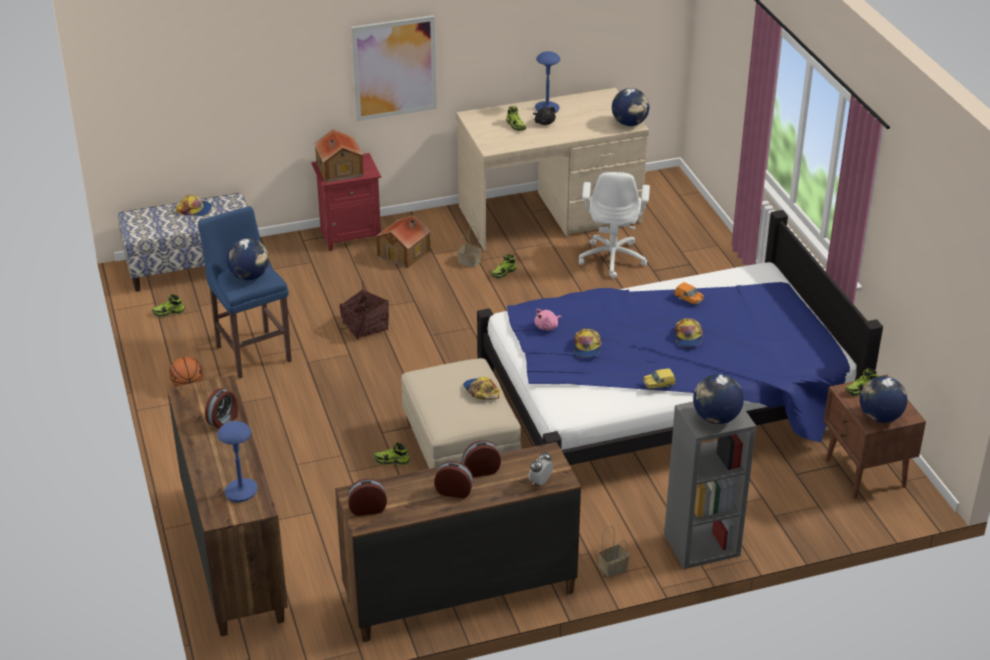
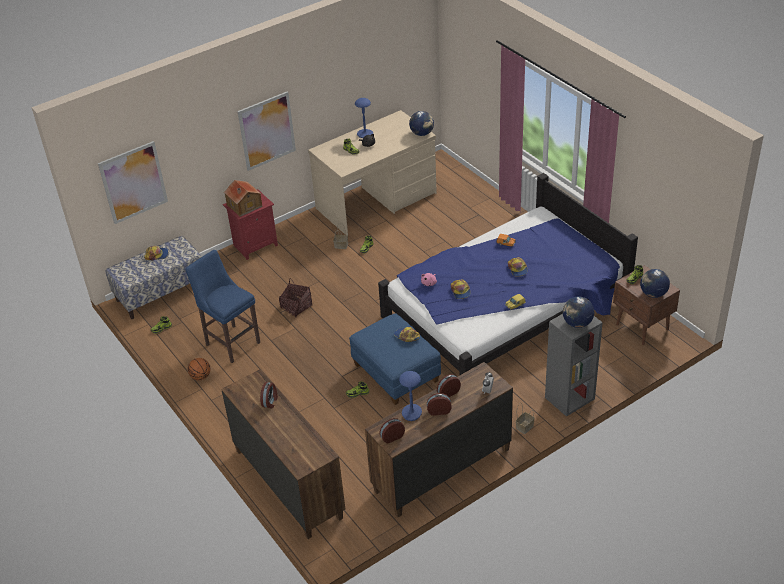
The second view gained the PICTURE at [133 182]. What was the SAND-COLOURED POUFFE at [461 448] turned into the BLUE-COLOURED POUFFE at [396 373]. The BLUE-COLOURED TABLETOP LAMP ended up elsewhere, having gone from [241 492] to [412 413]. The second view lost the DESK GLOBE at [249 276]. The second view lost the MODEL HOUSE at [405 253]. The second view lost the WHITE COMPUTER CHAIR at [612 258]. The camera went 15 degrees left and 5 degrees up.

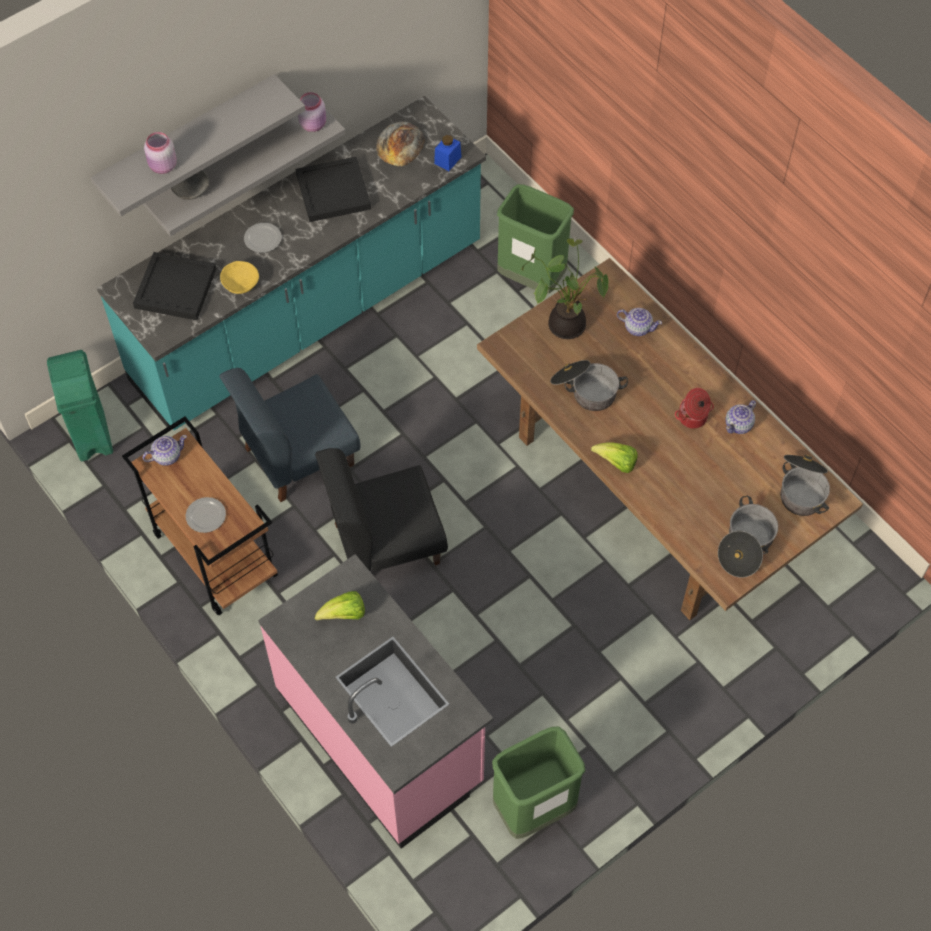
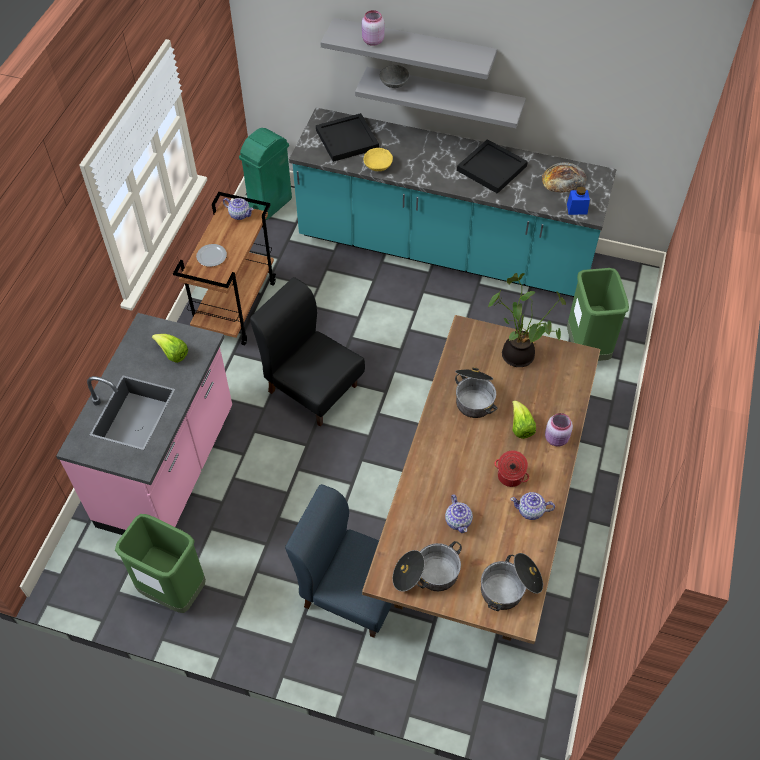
The BLUE-COLOURED CHAIR ended up elsewhere, having gone from [298 456] to [352 591]. The POT FOR TEA ended up elsewhere, having gone from [637 327] to [458 520]. The LETTUCE HEAD ended up elsewhere, having gone from [616 463] to [520 427]. The PINKISH PRESERVE JAR ended up elsewhere, having gone from [314 124] to [557 439]. The second view lost the FLAT DISH at [262 238]. The camera went 55 degrees right and 5 degrees down.

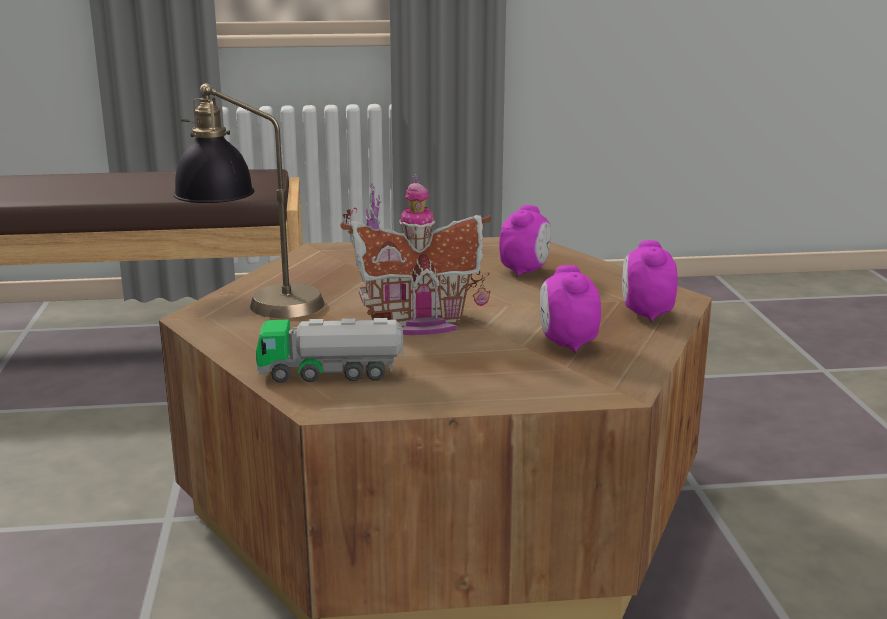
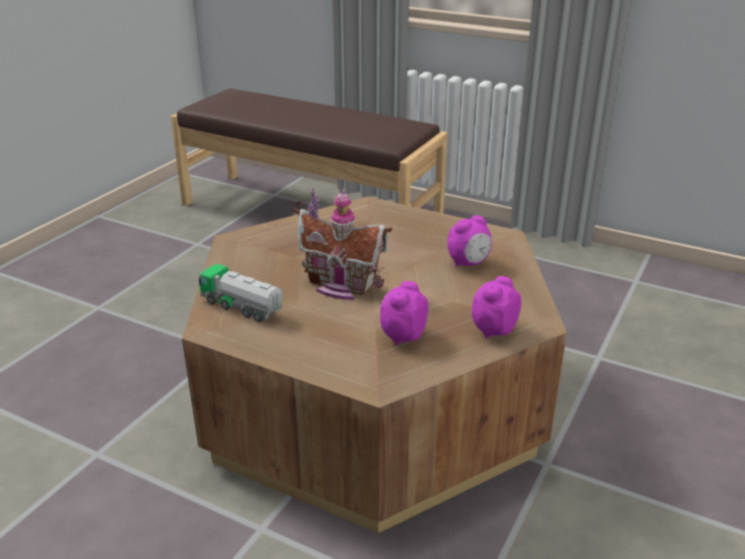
The second view lost the TABLETOP LAMP at [254 304]. The camera went 35 degrees right and 10 degrees up.

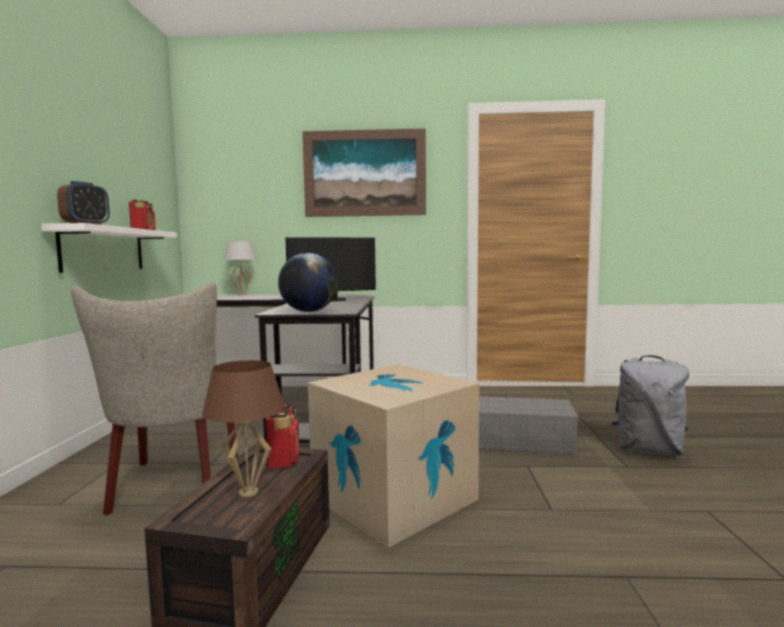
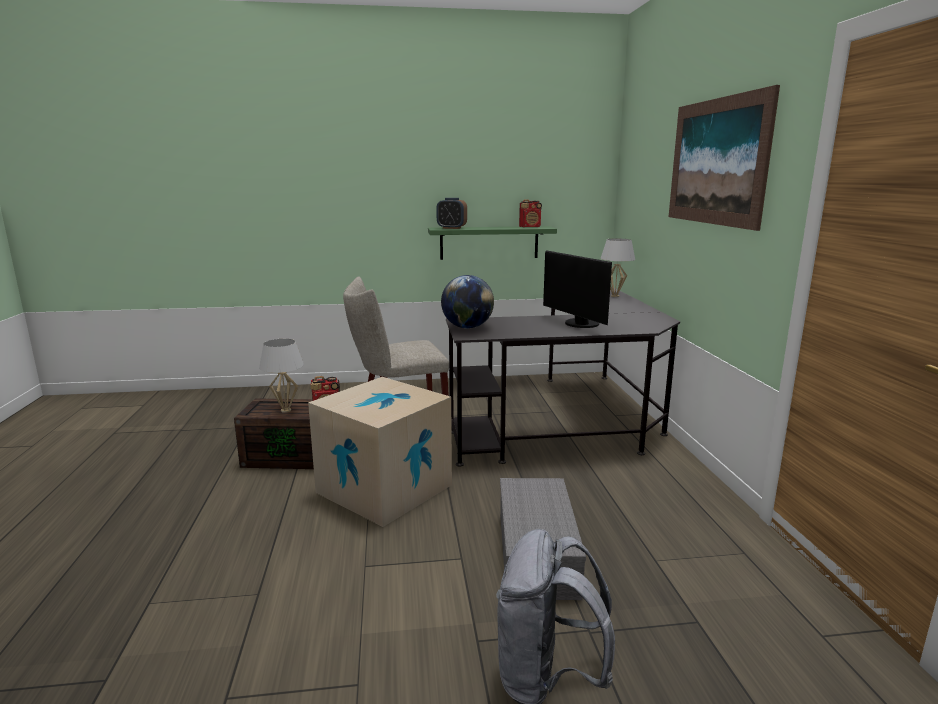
What was the BROWN-COLOURED TABLETOP LAMP at [248 492] turned into the WHITE TABLETOP LAMP at [285 410]. What was the WHITE SHELF at [103 249] turned into the GREENISH SHELF at [489 242]. The camera went 80 degrees right and 10 degrees up.

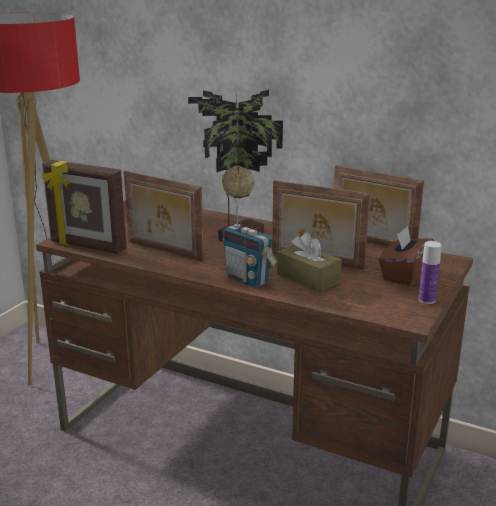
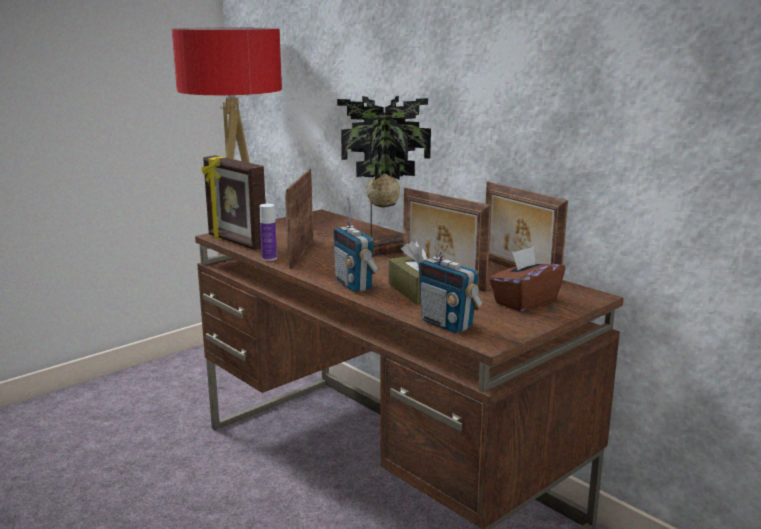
The BOTTLE ended up elsewhere, having gone from [427 300] to [269 258]. The PHOTO FRAME at [163 251] ended up facing another way, 45 degrees clockwise from before. The second view gained the RADIO RECEIVER at [447 324]. The camera went 20 degrees right and 5 degrees down.

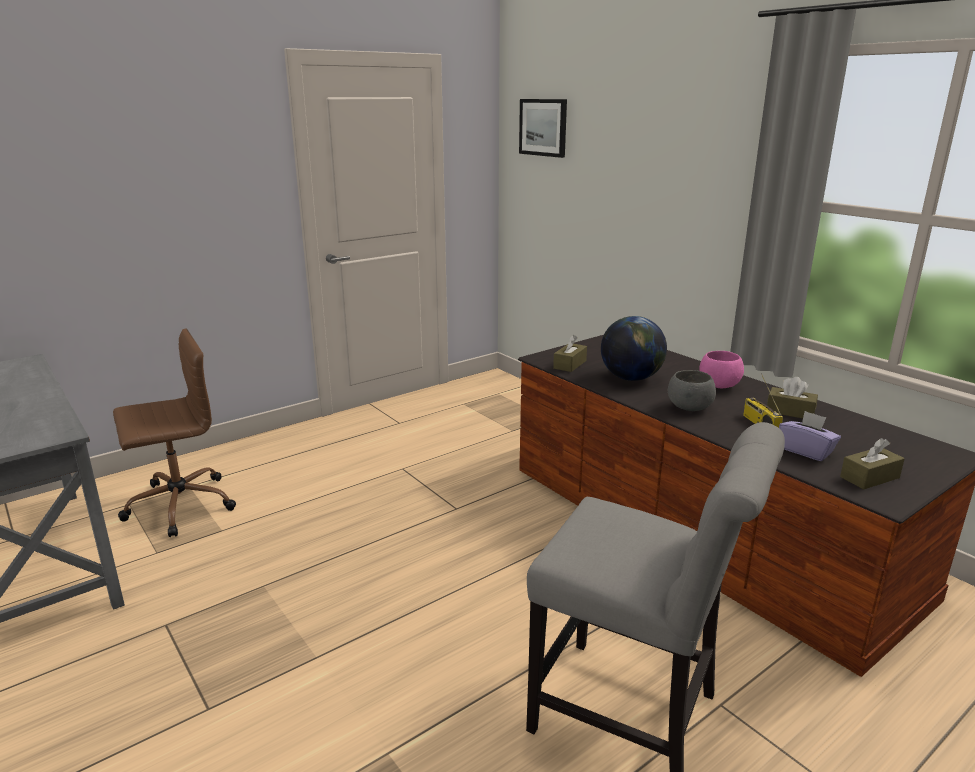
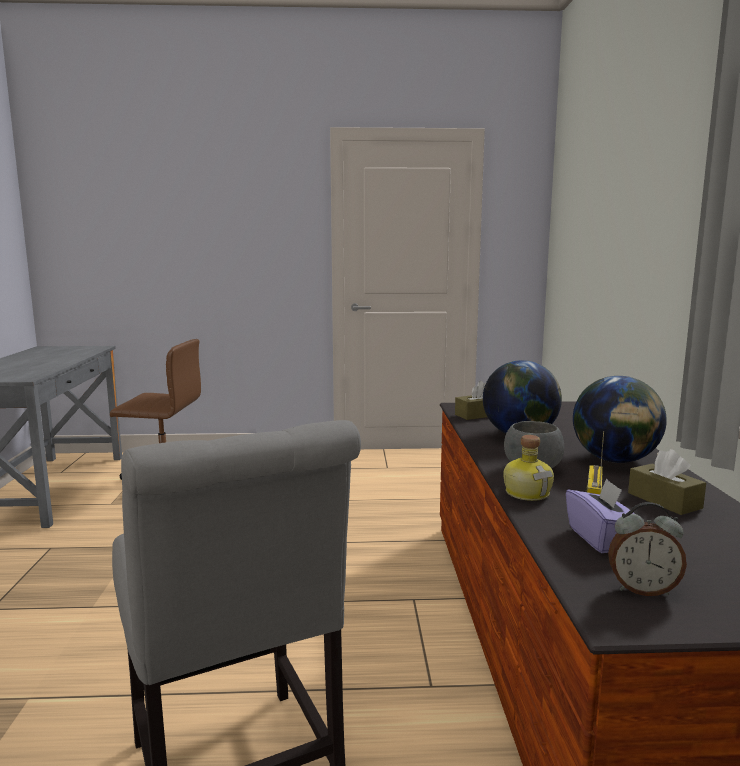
The second view gained the BOTTLE at [527 493]. Where the PINKISH BOWL stood at [719 386], the DESK GLOBE came to stand at [615 460]. Where the BROWN-COLOURED BOX OF TISSUES stood at [869 477], the TABLE CLOCK came to stand at [642 589]. The second view lost the PICTURE at [543 127]. The camera went 35 degrees right and 10 degrees down.

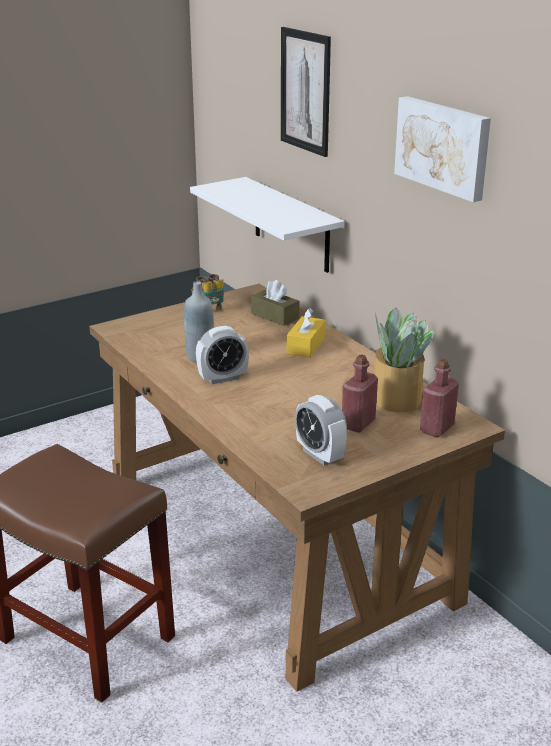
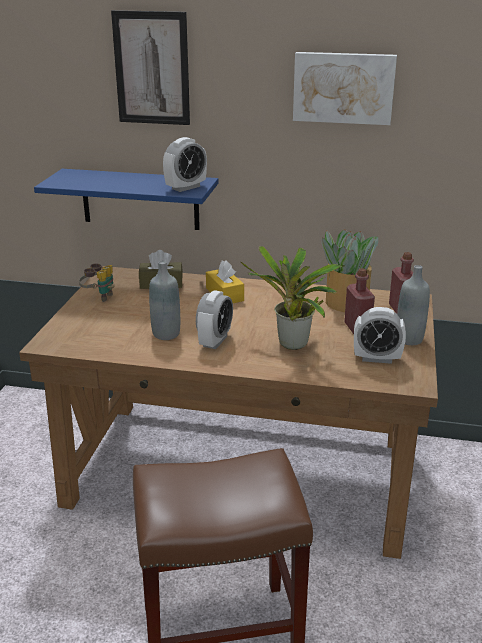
What was the WHITE SHELF at [291 225] turned into the BLUE-COLOURED SHELF at [140 199]. The second view gained the TABLE CLOCK at [186 187]. The second view gained the PLANT IN A POT at [293 346]. The second view gained the GREYISH BOTTLE at [409 339]. The camera went 45 degrees left and 0 degrees up.

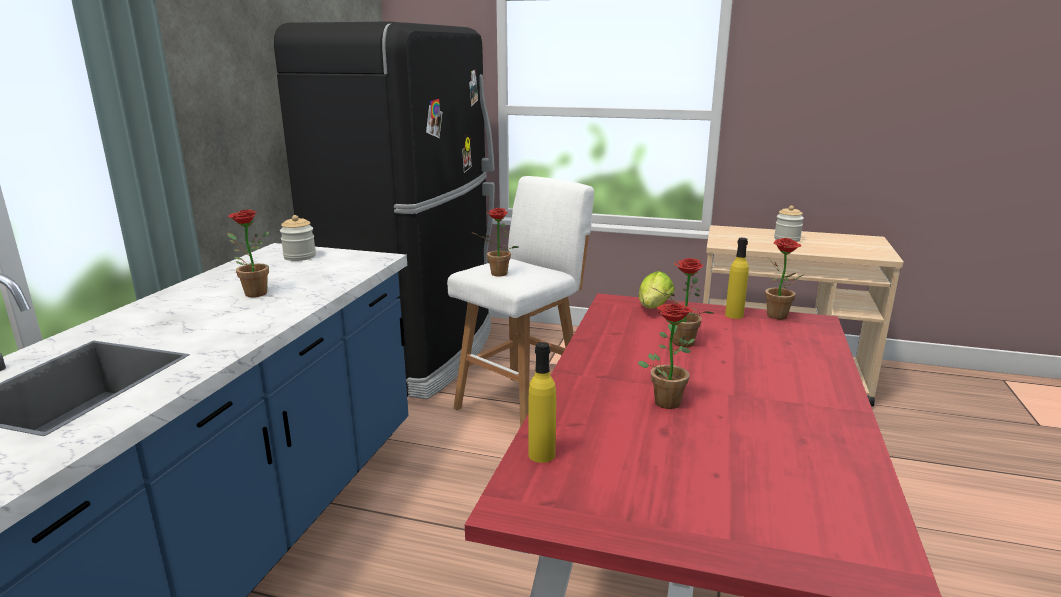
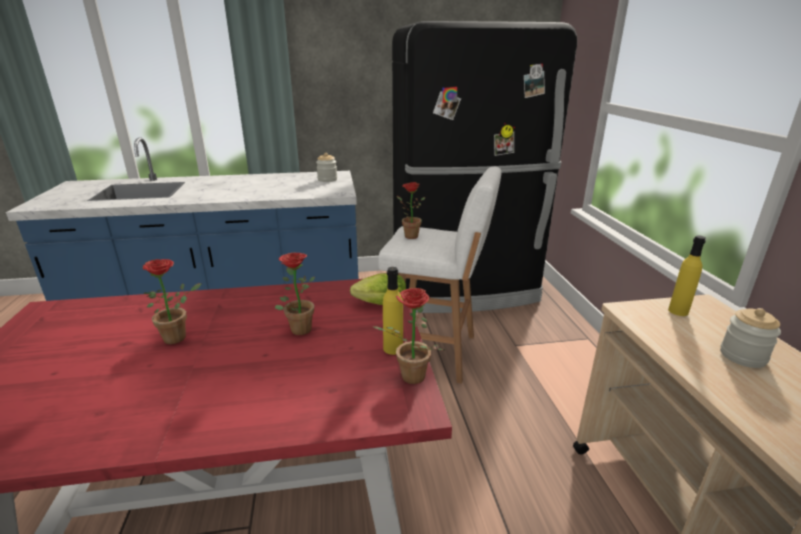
The YELLOWISH BOTTLE ended up elsewhere, having gone from [541 454] to [678 311]. The second view lost the PLANT IN A POT at [252 293]. The camera went 65 degrees right and 5 degrees up.

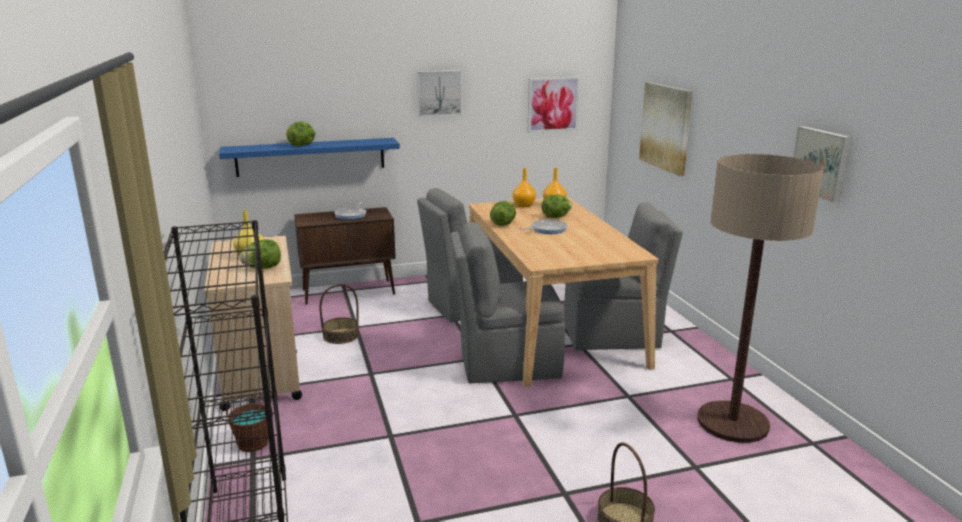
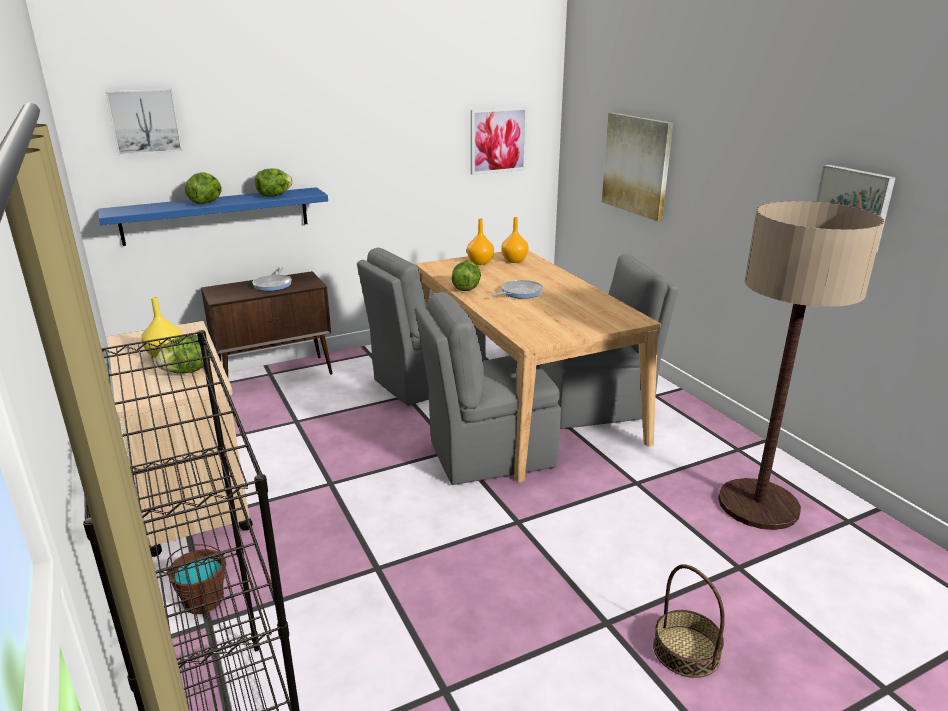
The PICTURE ended up elsewhere, having gone from [439 93] to [144 121]. The LETTUCE HEAD ended up elsewhere, having gone from [556 217] to [274 195]. The second view lost the BASKET at [341 336]. The camera went 10 degrees left and 5 degrees up.

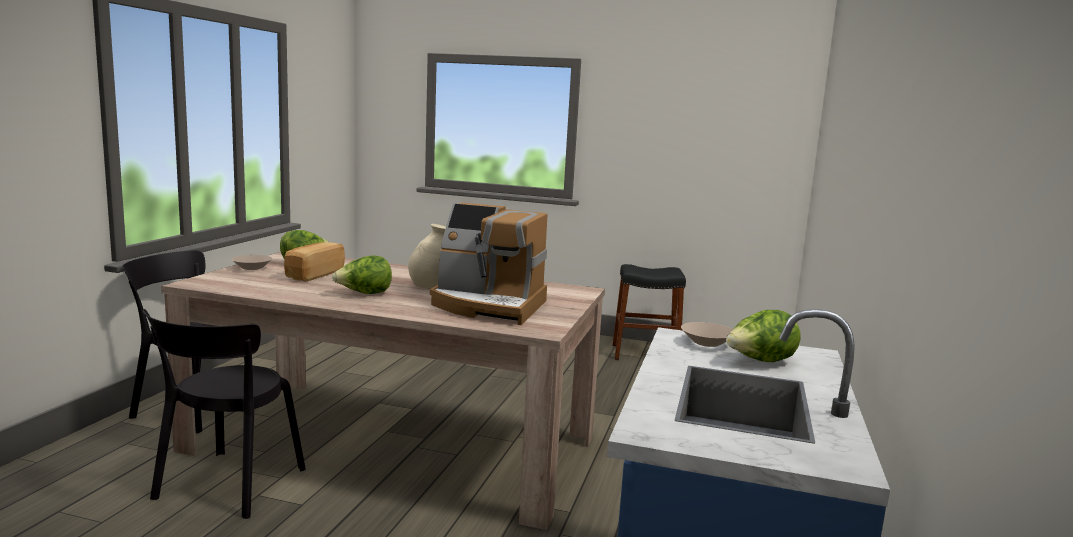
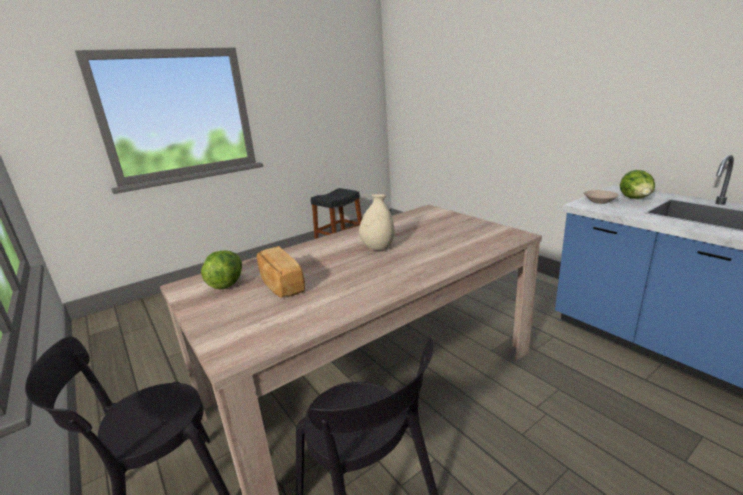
The second view lost the SAND-COLOURED BOWL at [252 268]. The second view lost the LETTUCE HEAD at [364 294]. The second view lost the COFFEE MAKER at [488 306]. The camera went 50 degrees left and 10 degrees up.

